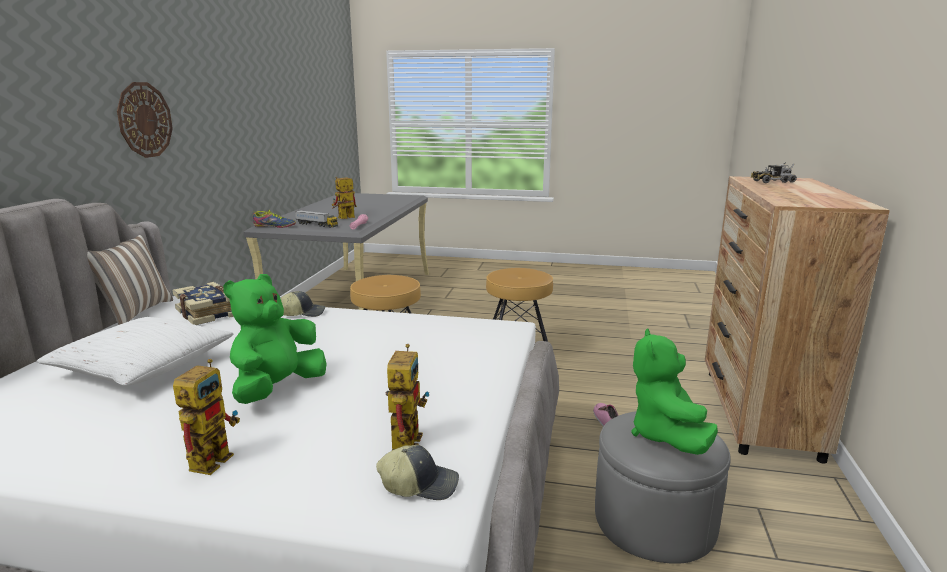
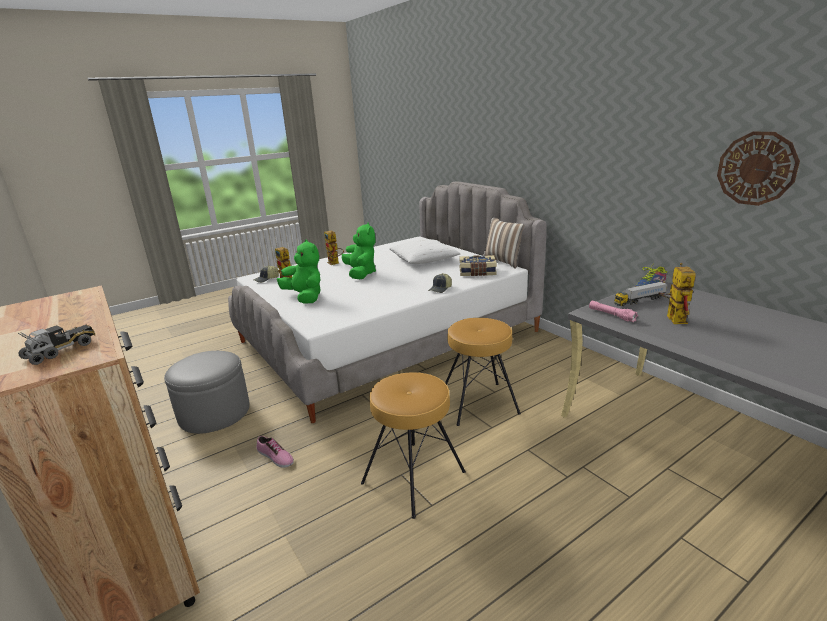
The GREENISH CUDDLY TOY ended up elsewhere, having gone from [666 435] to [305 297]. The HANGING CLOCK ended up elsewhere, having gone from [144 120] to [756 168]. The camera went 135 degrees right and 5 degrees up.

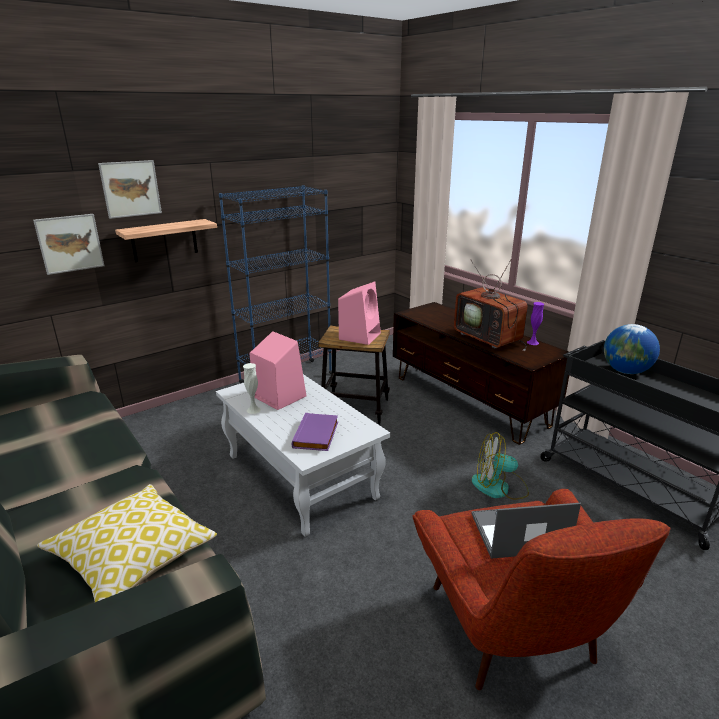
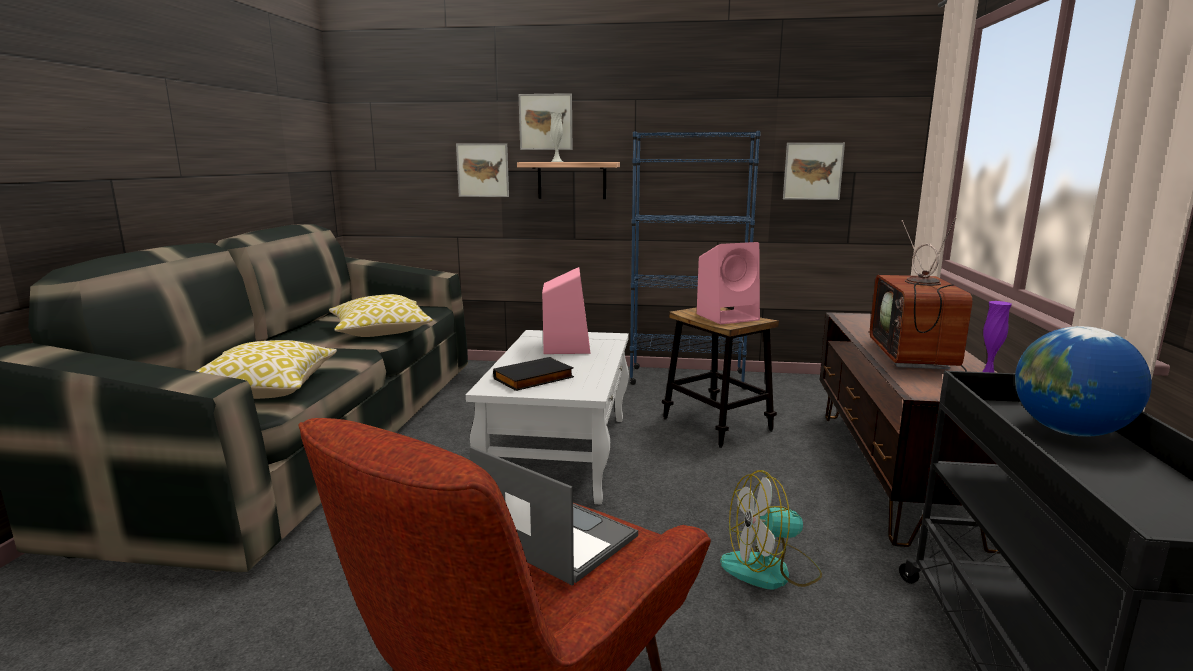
The second view gained the CUSHION at [380 331]. What was the PURPLISH VOLUME at [317 435] turned into the BLACK-COLOURED VOLUME at [534 379]. The WHITE DECORATIVE VASE ended up elsewhere, having gone from [253 410] to [557 161]. The FAN at [499 487] ended up facing another way, 60 degrees counterclockwise from before. The second view gained the PICTURE at [813 171]. The camera went 45 degrees right and 10 degrees down.

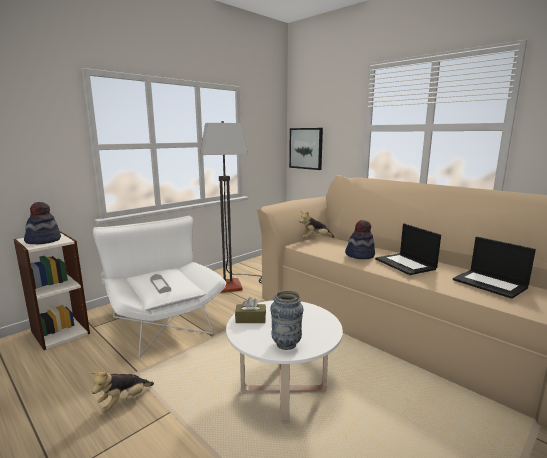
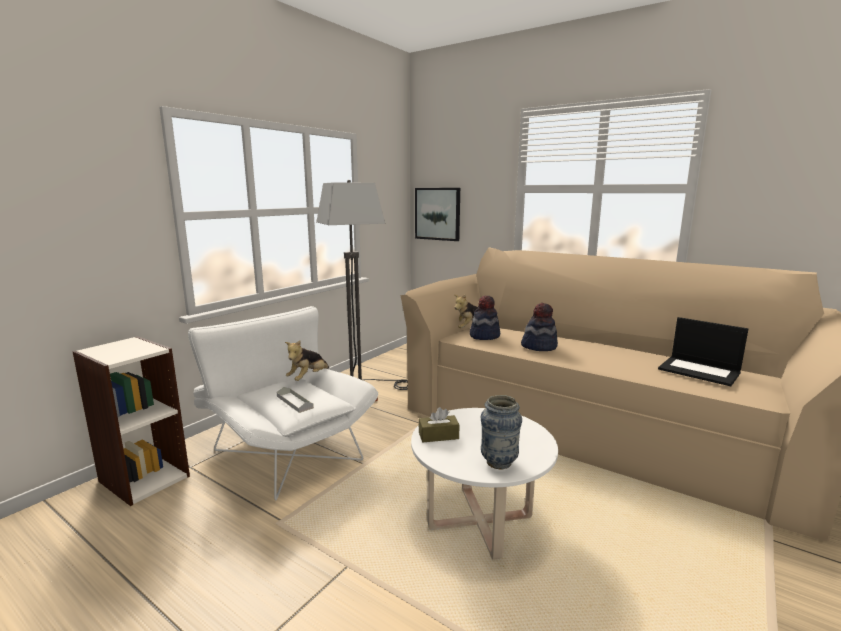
The CUDDLY TOY ended up elsewhere, having gone from [124 401] to [308 378]. The WEARABLE HAT ended up elsewhere, having gone from [43 240] to [484 336]. The second view lost the LAPTOP at [406 264]. The camera went 10 degrees left and 0 degrees up.

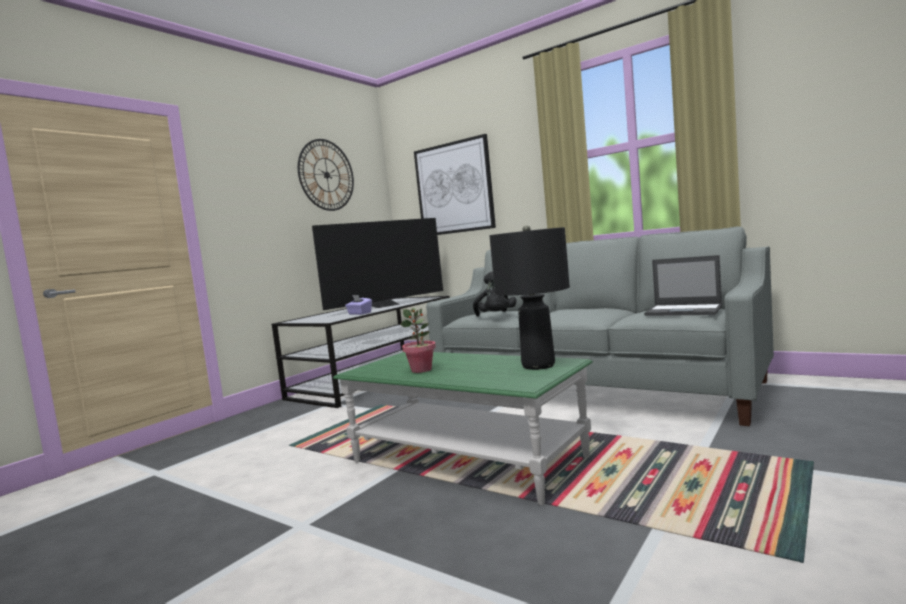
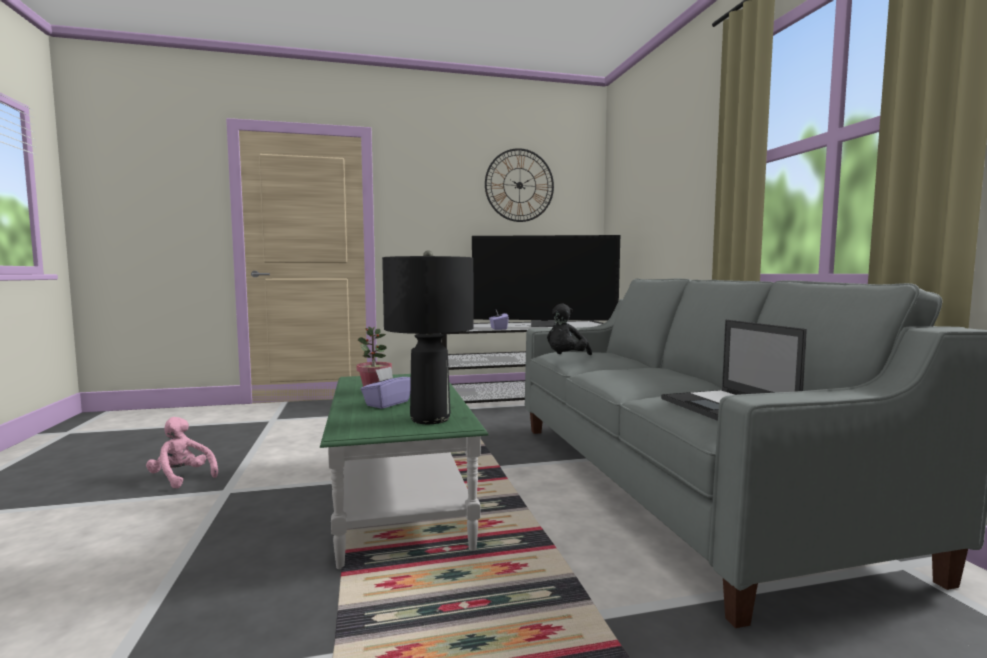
The second view gained the PINKISH CUDDLY TOY at [181 478]. The second view gained the PURPLISH BOX OF TISSUES at [387 403]. The second view lost the PICTURE at [454 188]. The camera went 40 degrees right and 0 degrees up.

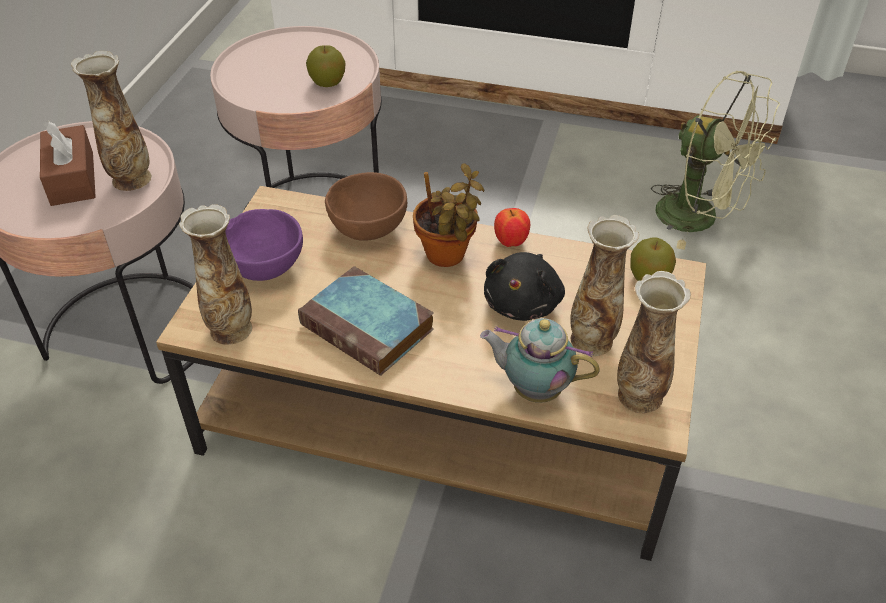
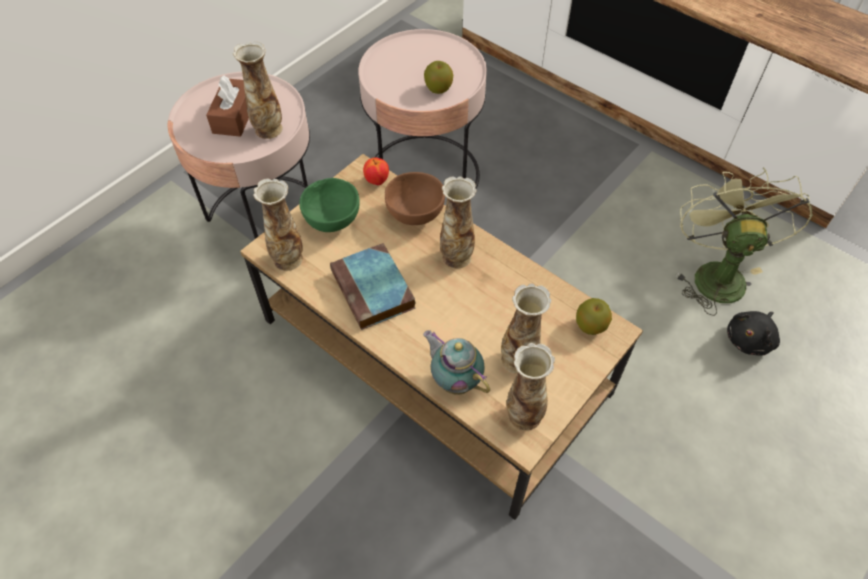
What was the PURPLISH BOWL at [266 267] turned into the GREENISH BOWL at [333 220]. The APPLE ended up elsewhere, having gone from [511 242] to [377 181]. Where the PLANT IN A POT stood at [448 257], the DECORATIVE VASE came to stand at [456 256]. The GREENISH FAN at [700 218] ended up facing another way, 150 degrees counterclockwise from before. The BLACK-COLOURED CUDDLY TOY ended up elsewhere, having gone from [524 303] to [749 339]. The camera went 25 degrees right and 10 degrees up.

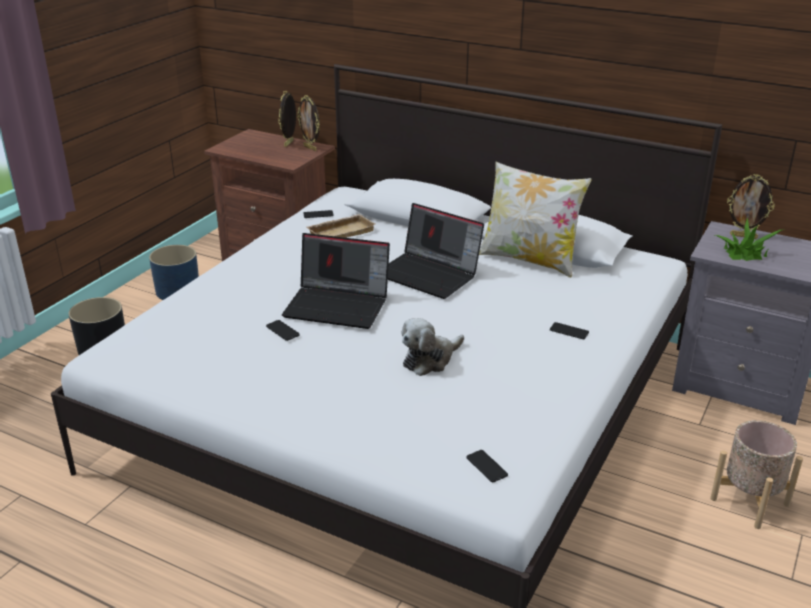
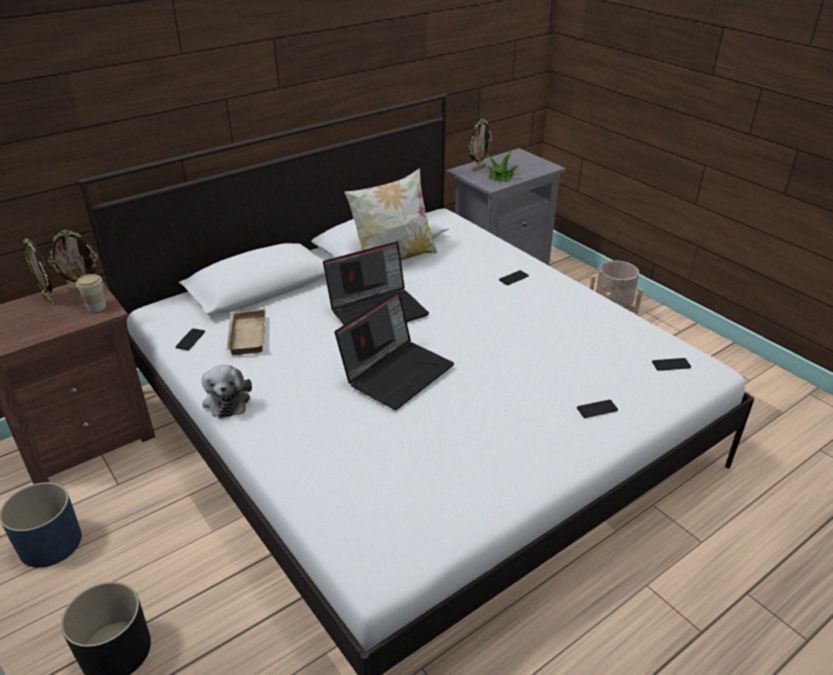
The second view gained the SMALL CUP at [96 307]. The CUDDLY TOY ended up elsewhere, having gone from [430 359] to [227 399]. The TELEPHONE ended up elsewhere, having gone from [282 331] to [597 409]. The camera went 65 degrees left and 5 degrees up.

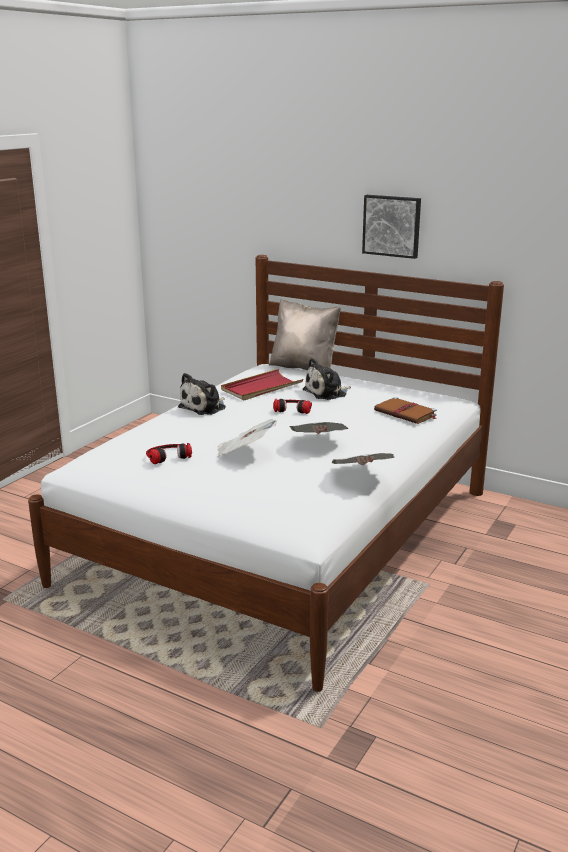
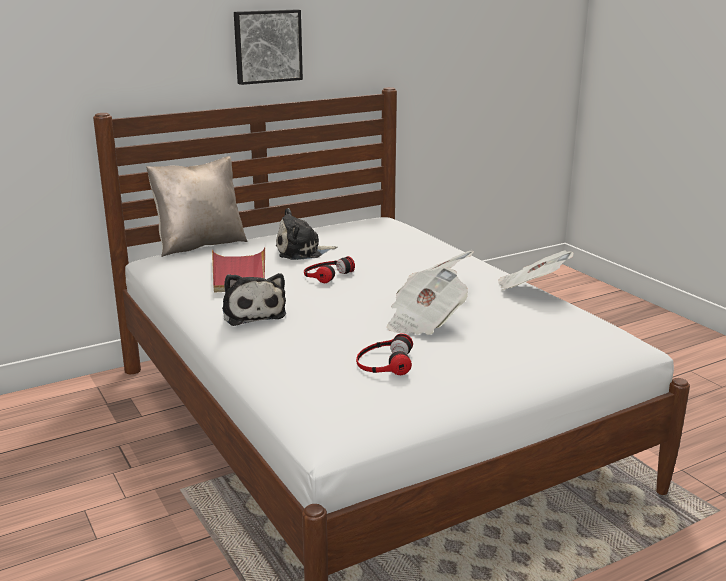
The CUDDLY TOY at [327 393] ended up facing another way, 75 degrees clockwise from before. The second view lost the BROWN-COLOURED VOLUME at [406 413]. The camera went 60 degrees left and 0 degrees up.

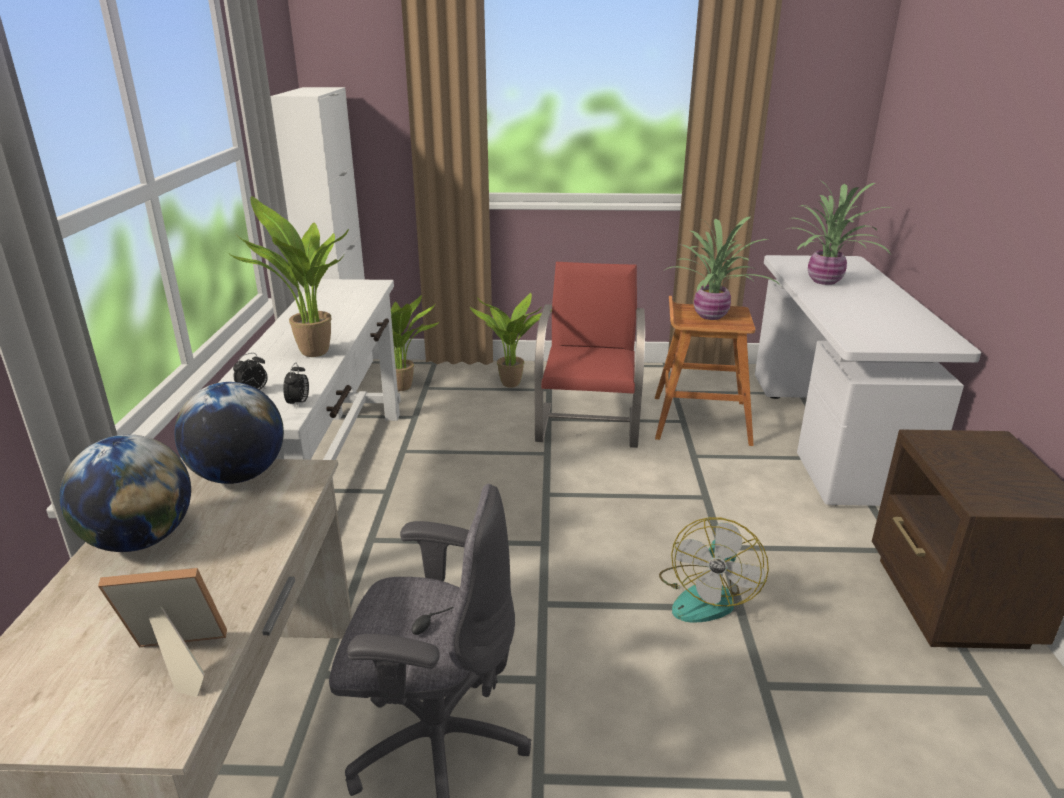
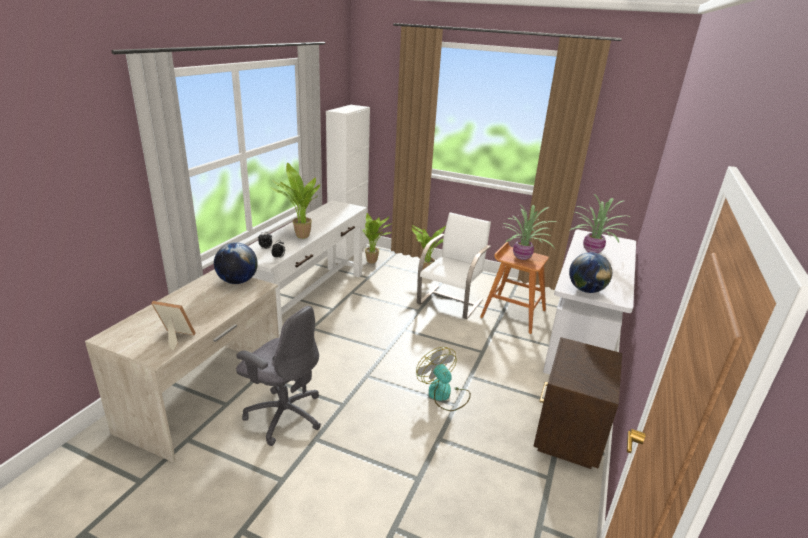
The FAN at [706 595] ended up facing another way, 105 degrees clockwise from before. What was the RED-COLOURED CHAIR at [589 424] turned into the WHITE CHAIR at [451 301]. The DESK GLOBE ended up elsewhere, having gone from [140 540] to [586 290]. The camera went 20 degrees right and 0 degrees up.

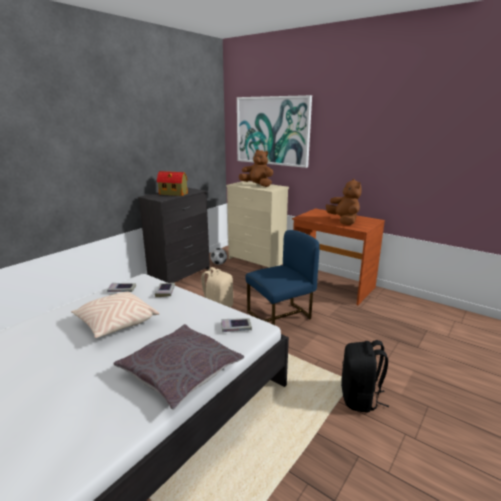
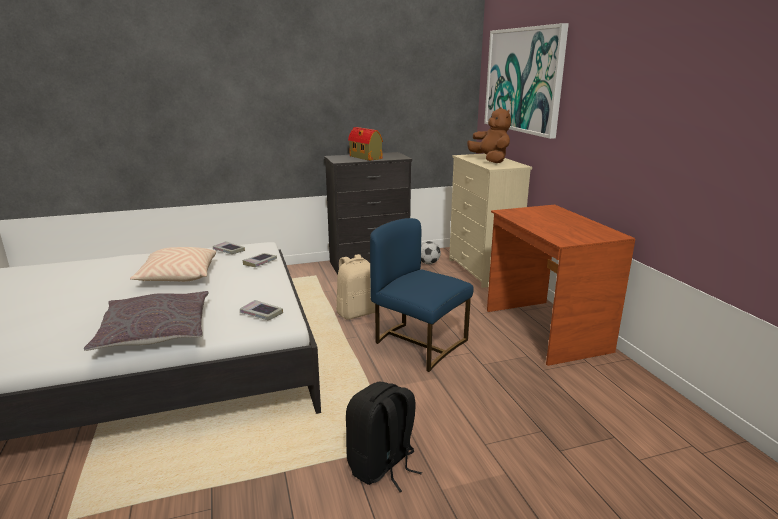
The BLUE-COLOURED CHAIR at [281 317] ended up facing another way, 150 degrees counterclockwise from before. The second view lost the BROWN-COLOURED CUDDLY TOY at [343 221]. The camera went 35 degrees right and 0 degrees up.

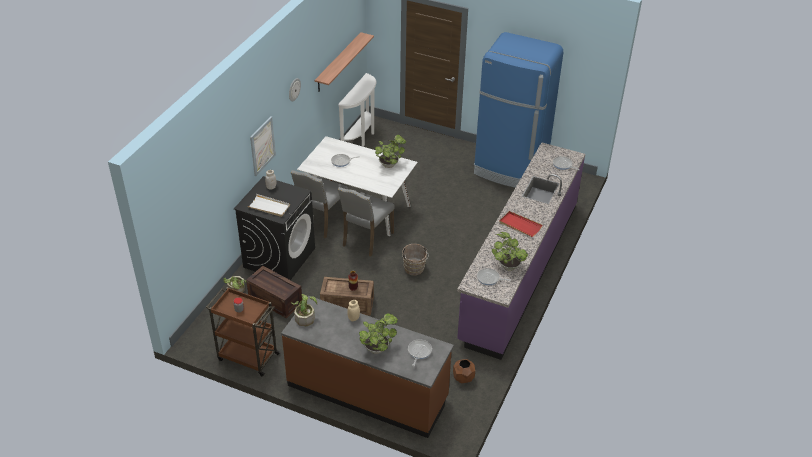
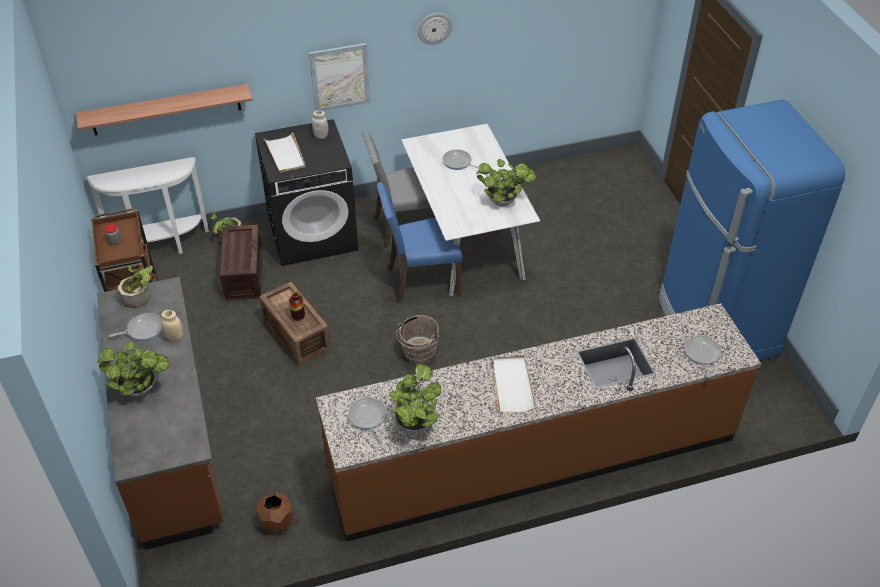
The SHELF ended up elsewhere, having gone from [338 62] to [166 109]. The WHITE CONSOLE TABLE ended up elsewhere, having gone from [361 137] to [162 247]. The SKILLET ended up elsewhere, having gone from [419 352] to [143 329]. What was the PURPLISH KITCHEN BASE UNIT at [519 270] turned into the BROWN-COLOURED KITCHEN BASE UNIT at [533 457]. What was the GREYISH CHAIR at [366 239] turned into the BLUE-COLOURED CHAIR at [421 280]. What was the RED-COLOURED TRAY at [520 225] turned into the WHITE TRAY at [512 385]. The camera went 50 degrees right and 5 degrees up.

